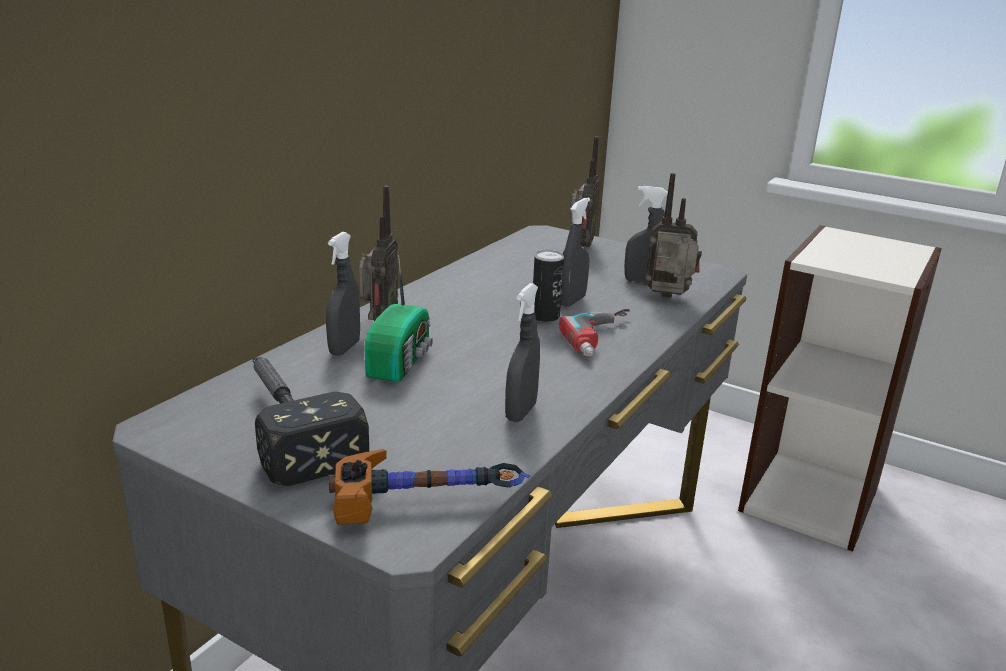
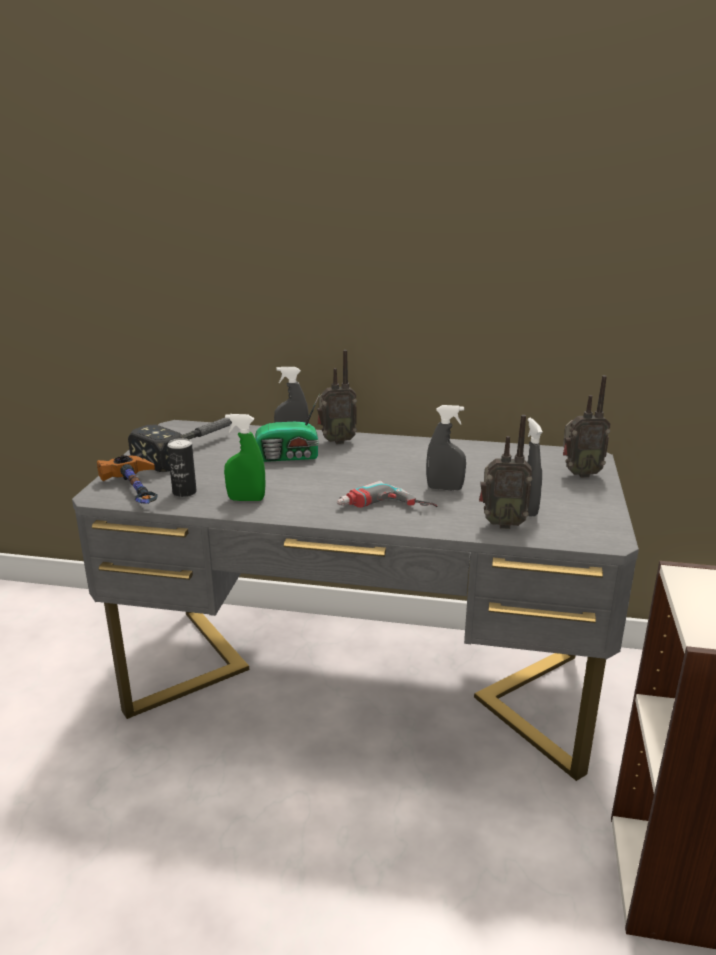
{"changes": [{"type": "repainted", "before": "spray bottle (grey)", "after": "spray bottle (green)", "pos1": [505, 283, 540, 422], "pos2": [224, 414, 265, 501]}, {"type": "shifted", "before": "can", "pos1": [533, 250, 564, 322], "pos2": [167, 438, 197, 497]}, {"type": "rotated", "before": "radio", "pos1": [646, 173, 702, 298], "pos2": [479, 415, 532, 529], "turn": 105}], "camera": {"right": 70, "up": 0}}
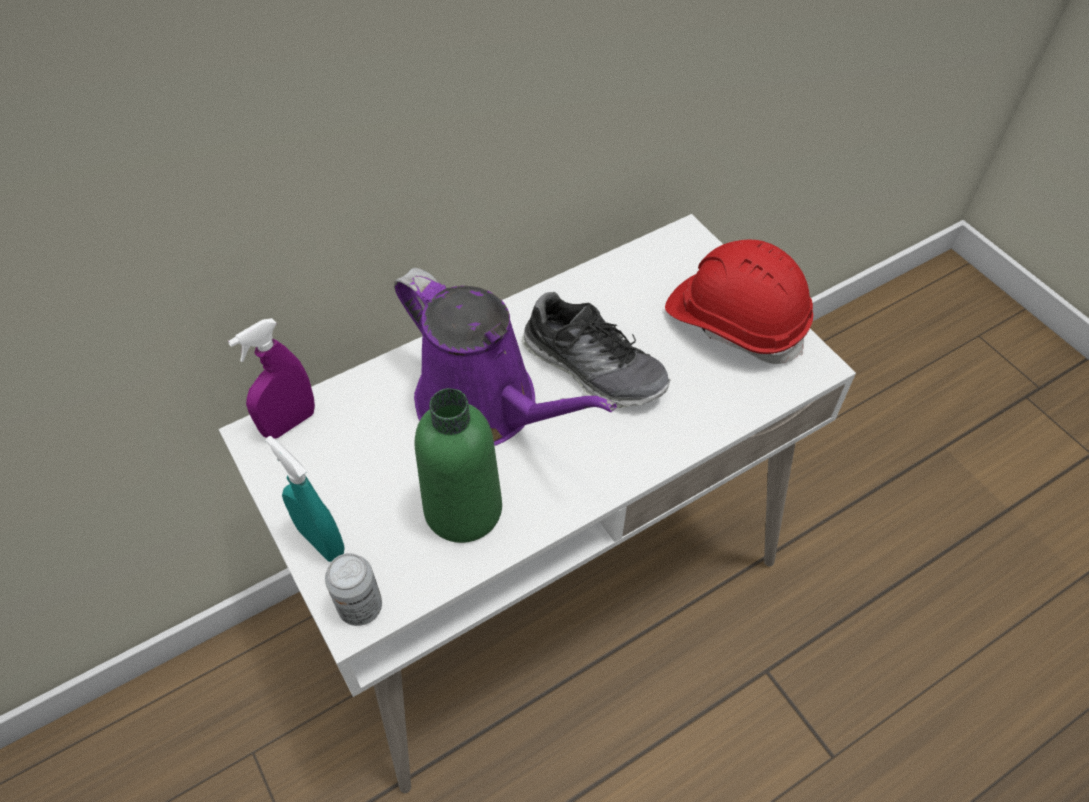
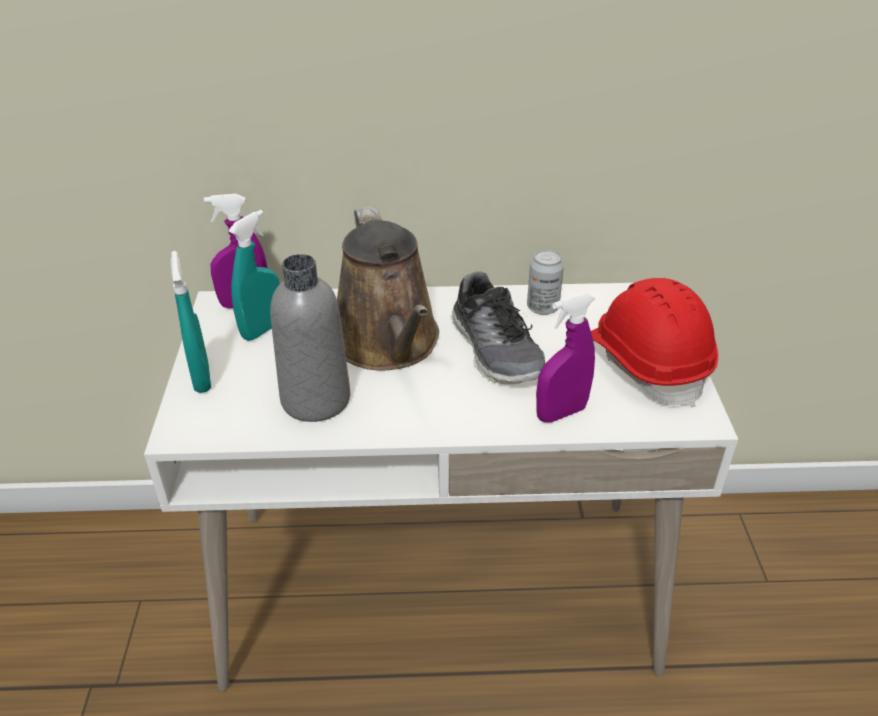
{"changes": [{"type": "shifted", "before": "can", "pos1": [325, 553, 382, 626], "pos2": [527, 250, 564, 315]}, {"type": "repainted", "before": "watering can (purple)", "after": "watering can (brown)", "pos1": [394, 268, 617, 446], "pos2": [337, 206, 439, 370]}, {"type": "repainted", "before": "bottle (green)", "after": "bottle (grey)", "pos1": [415, 388, 502, 543], "pos2": [270, 254, 350, 422]}, {"type": "new", "after": "spray bottle (turquoise)", "pos2": [228, 210, 280, 341]}, {"type": "new", "after": "spray bottle (purple)", "pos2": [536, 292, 595, 423]}], "camera": {"right": 30, "up": -15}}
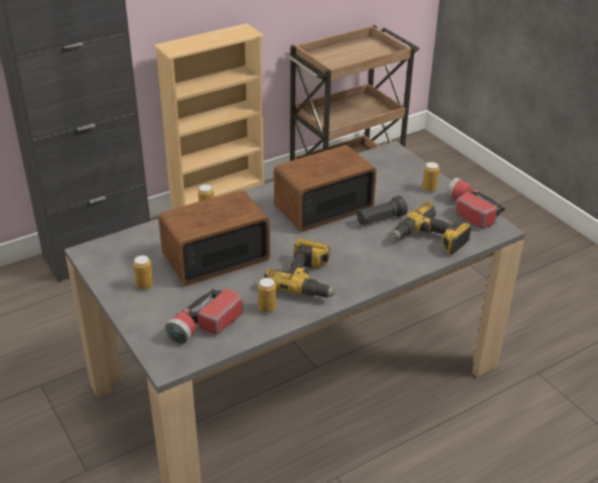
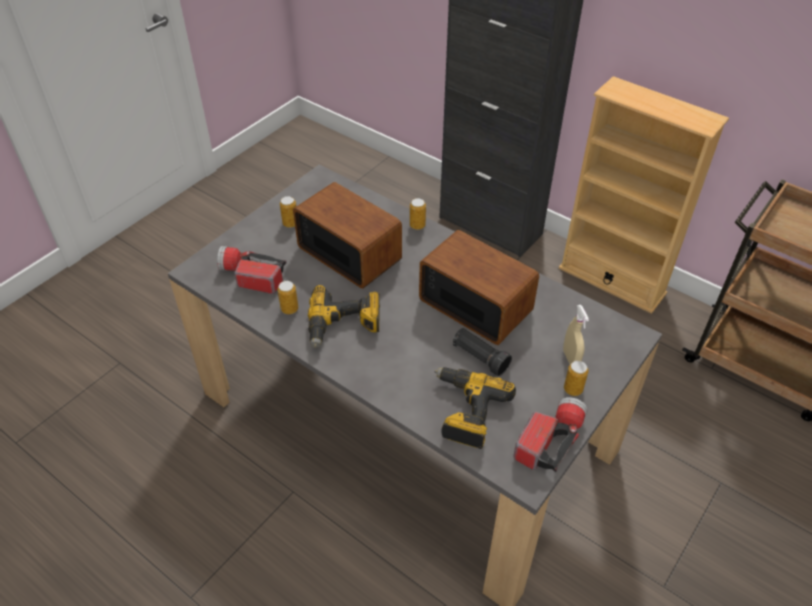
{"changes": [{"type": "new", "after": "spray bottle (beige)", "pos2": [563, 305, 589, 364]}], "camera": {"right": 70, "up": 10}}
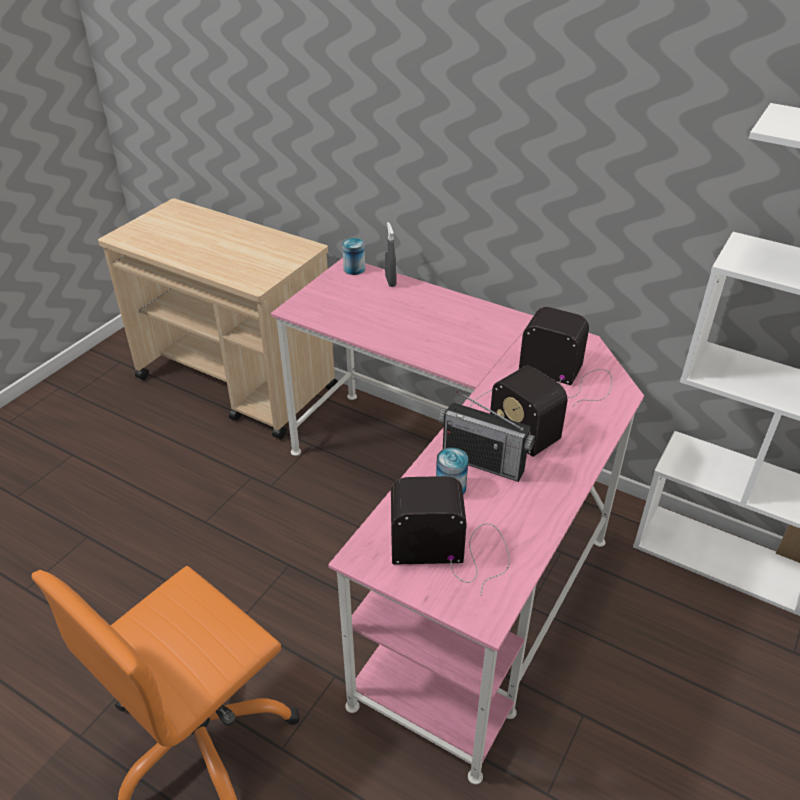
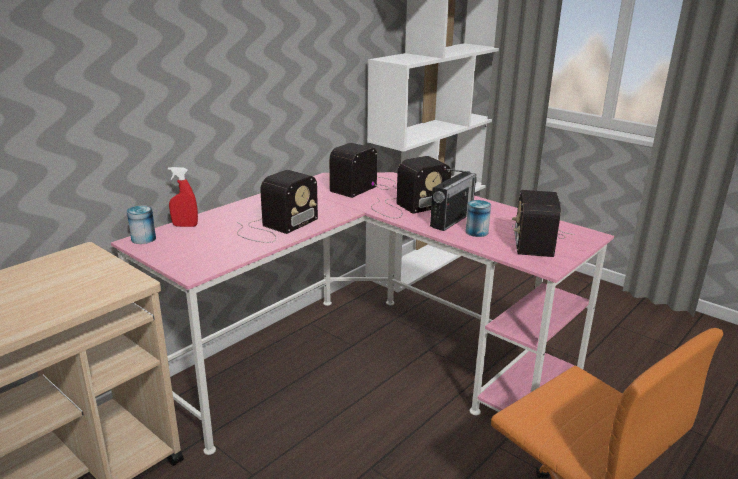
{"changes": [{"type": "repainted", "before": "spray bottle (grey)", "after": "spray bottle (red)", "pos1": [385, 222, 396, 287], "pos2": [168, 167, 198, 227]}, {"type": "new", "after": "radio", "pos2": [237, 170, 318, 243]}], "camera": {"right": -80, "up": -15}}
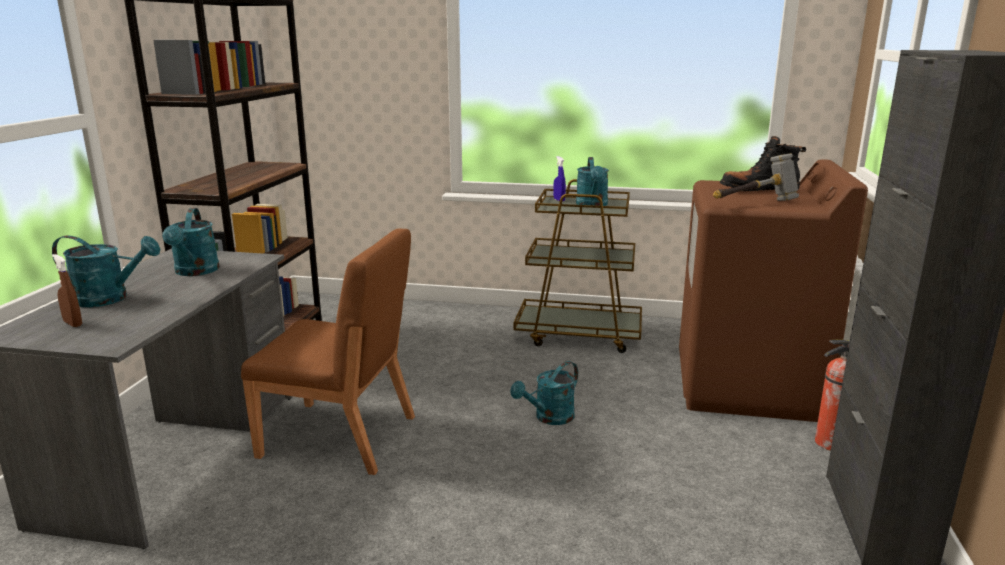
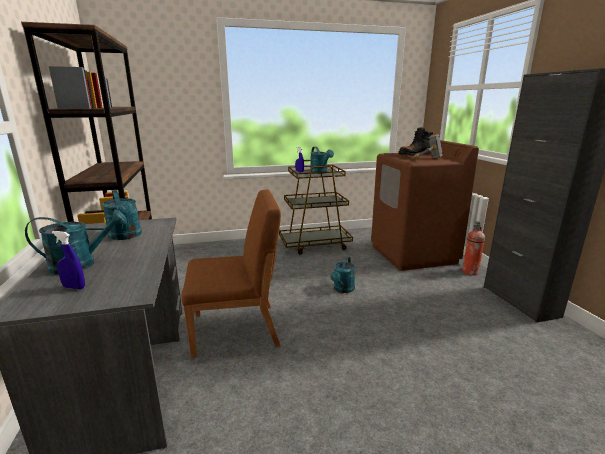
{"changes": [{"type": "repainted", "before": "spray bottle (brown)", "after": "spray bottle (blue)", "pos1": [52, 254, 82, 327], "pos2": [52, 231, 85, 290]}], "camera": {"right": -25, "up": 0}}
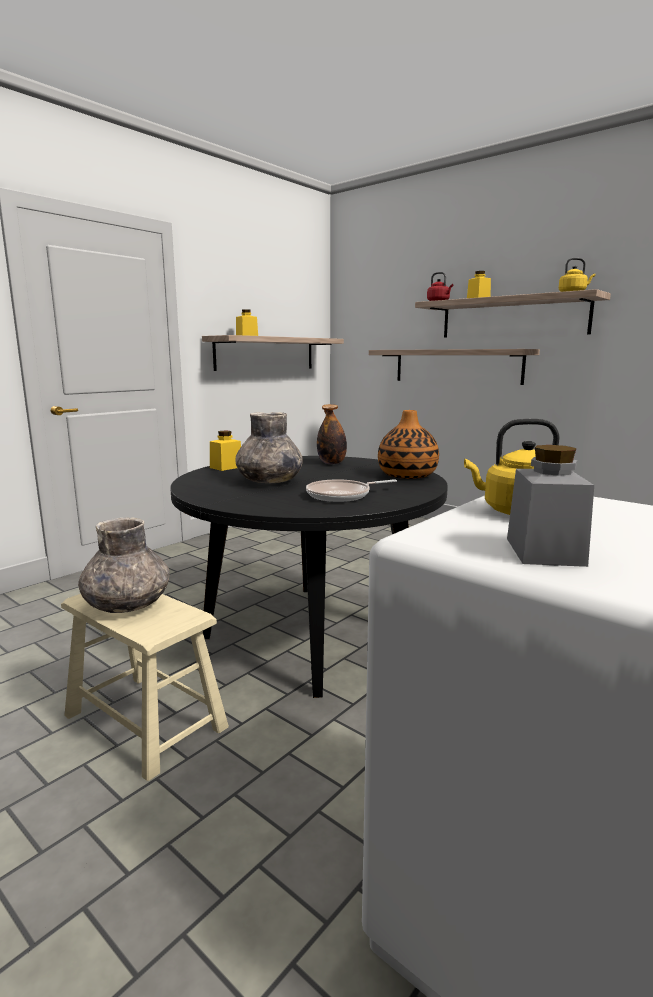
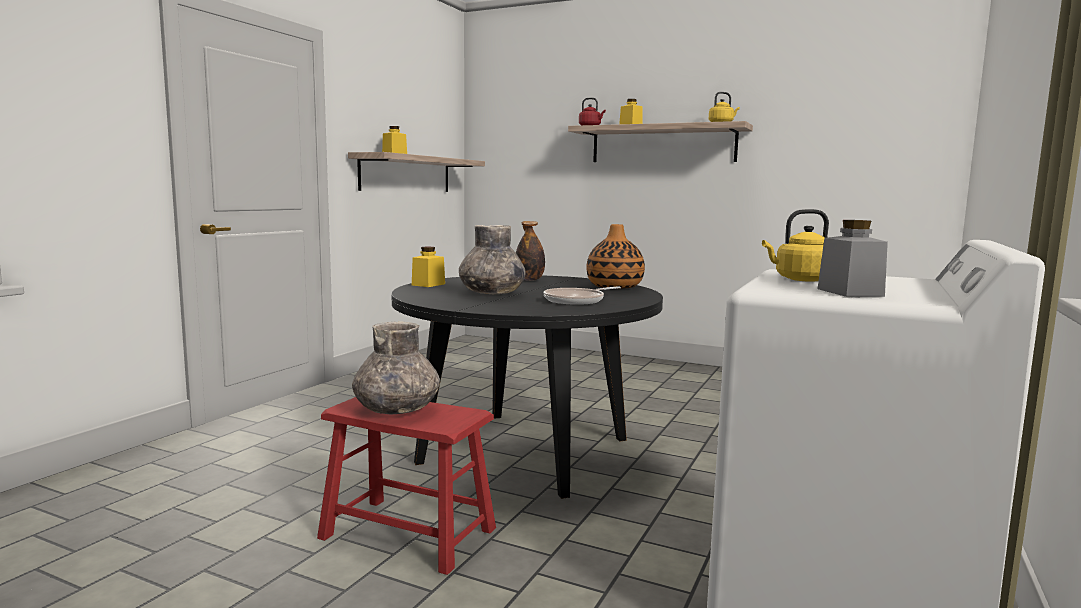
{"changes": [{"type": "repainted", "before": "stool (beige)", "after": "stool (red)", "pos1": [61, 594, 229, 781], "pos2": [317, 397, 496, 575]}, {"type": "gone", "before": "shelf", "pos1": [369, 349, 540, 385]}], "camera": {"right": -15, "up": -5}}
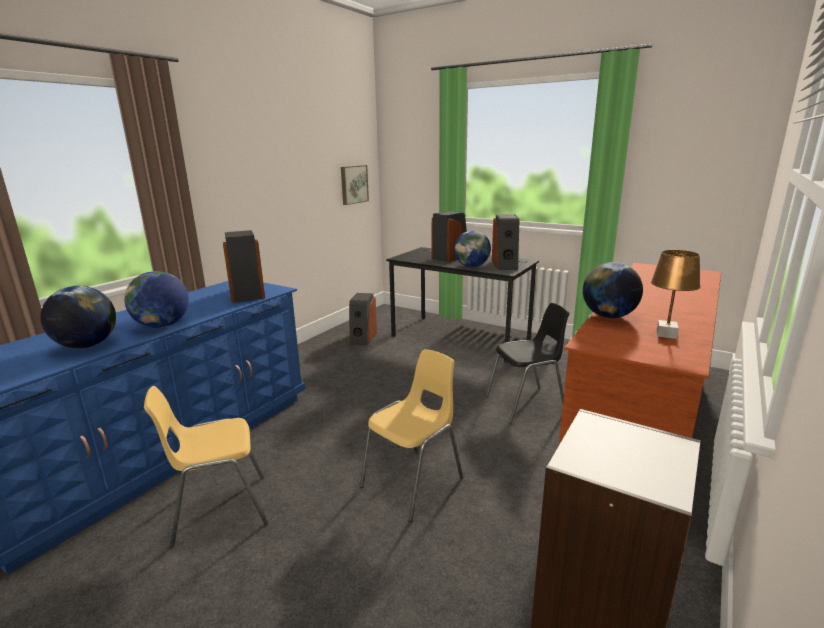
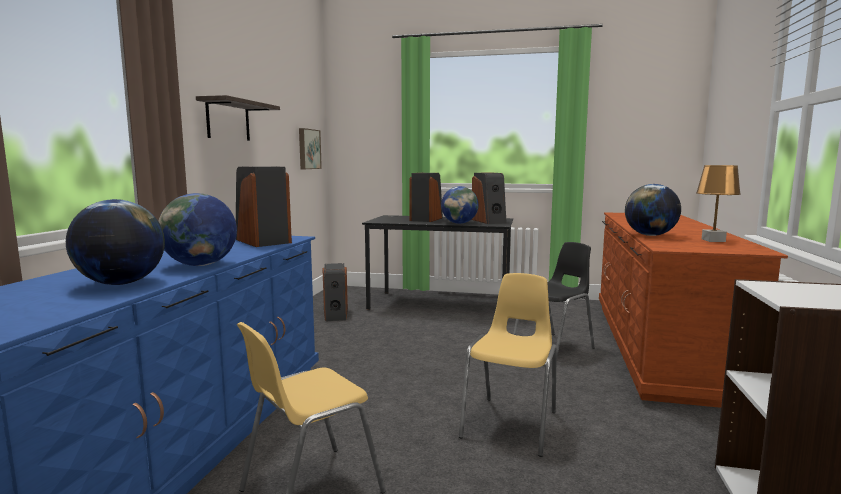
{"changes": [{"type": "new", "after": "shelf", "pos2": [196, 95, 280, 141]}], "camera": {"right": -20, "up": -10}}
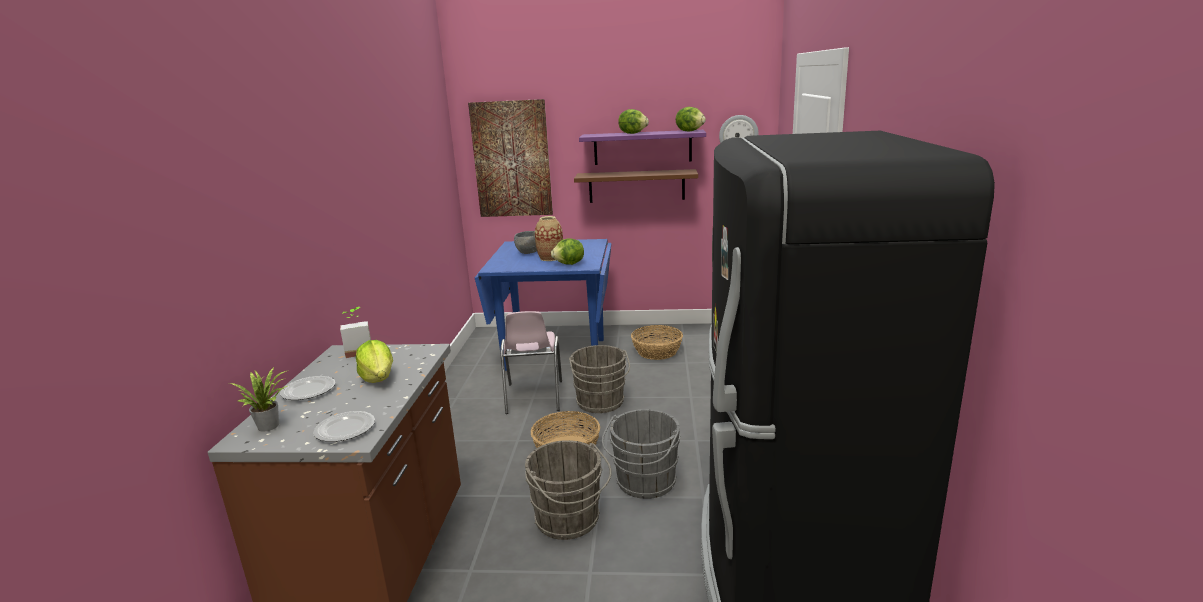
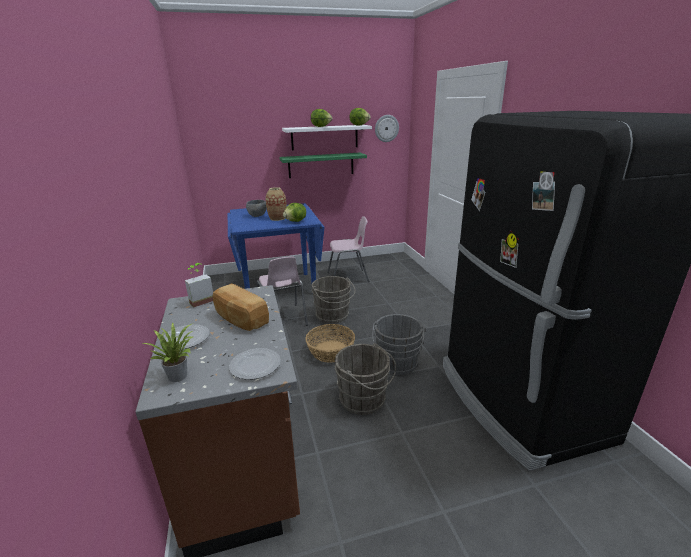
{"changes": [{"type": "swapped", "before": "lettuce", "after": "bread", "pos1": [356, 340, 393, 383], "pos2": [213, 283, 269, 331]}, {"type": "gone", "before": "picture", "pos1": [468, 99, 553, 217]}, {"type": "repainted", "before": "shelf (brown)", "after": "shelf (green)", "pos1": [574, 169, 698, 203], "pos2": [279, 153, 367, 178]}, {"type": "repainted", "before": "shelf (purple)", "after": "shelf (white)", "pos1": [579, 130, 706, 165], "pos2": [282, 125, 372, 151]}, {"type": "swapped", "before": "basket", "after": "chair (pink)", "pos1": [631, 325, 683, 360], "pos2": [327, 216, 369, 282]}], "camera": {"right": -20, "up": 5}}
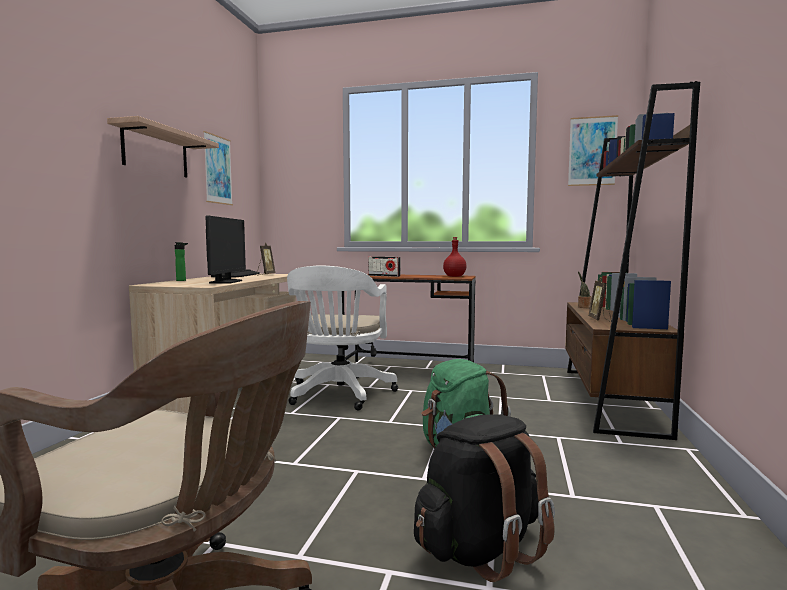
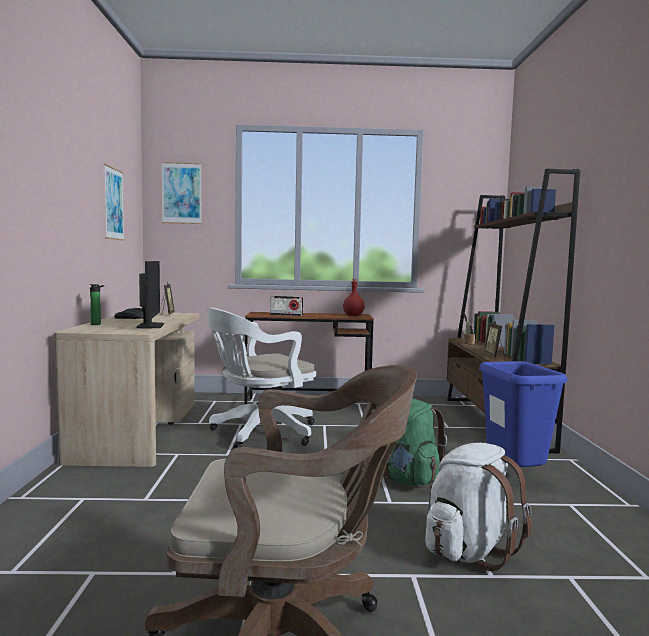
{"changes": [{"type": "gone", "before": "shelf", "pos1": [107, 116, 219, 178]}, {"type": "rotated", "before": "office chair (white)", "pos1": [287, 266, 398, 410], "pos2": [207, 308, 316, 449], "turn": 60}, {"type": "repainted", "before": "backpack (black)", "after": "backpack (white)", "pos1": [414, 414, 555, 582], "pos2": [425, 443, 532, 571]}, {"type": "shifted", "before": "picture", "pos1": [568, 115, 618, 186], "pos2": [161, 162, 202, 224]}, {"type": "new", "after": "trash can (blue)", "pos2": [479, 361, 567, 467]}], "camera": {"right": -15, "up": 0}}
